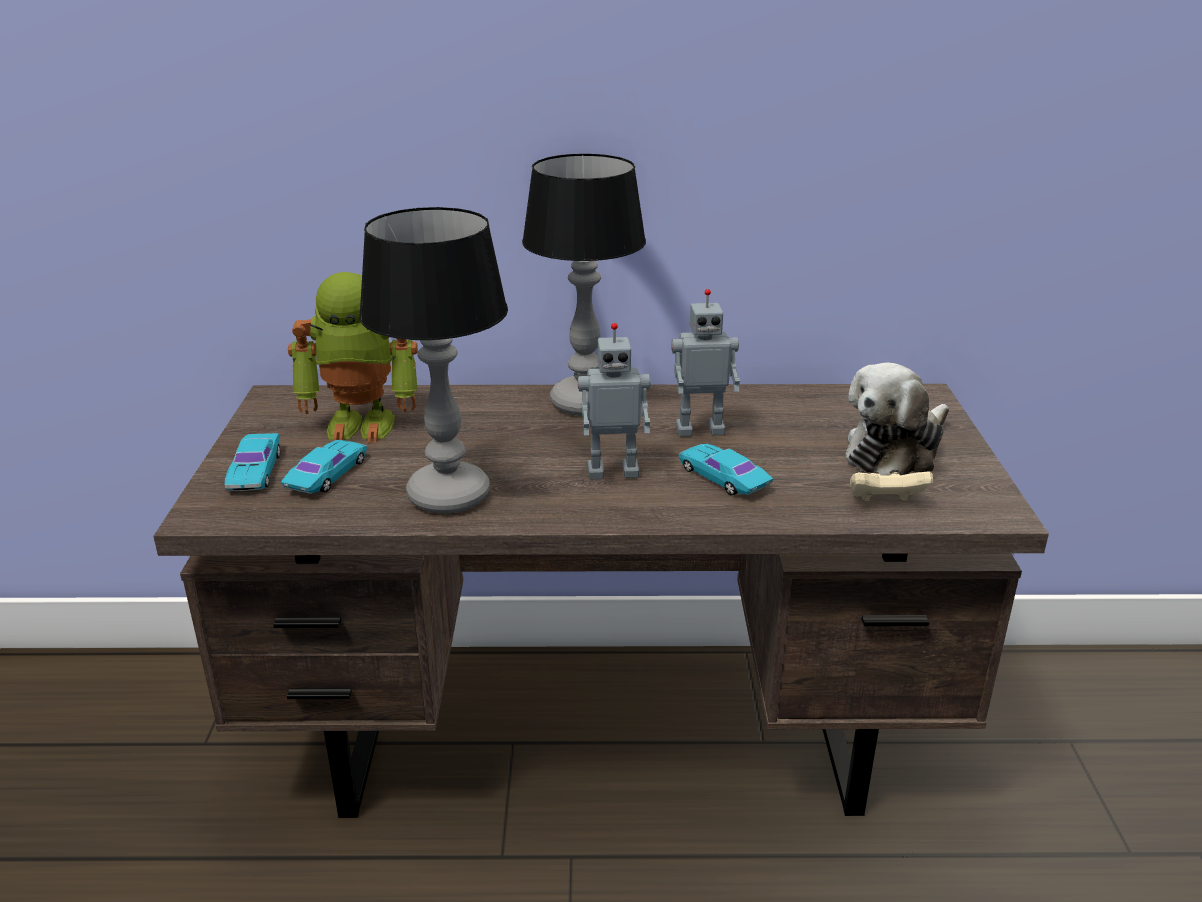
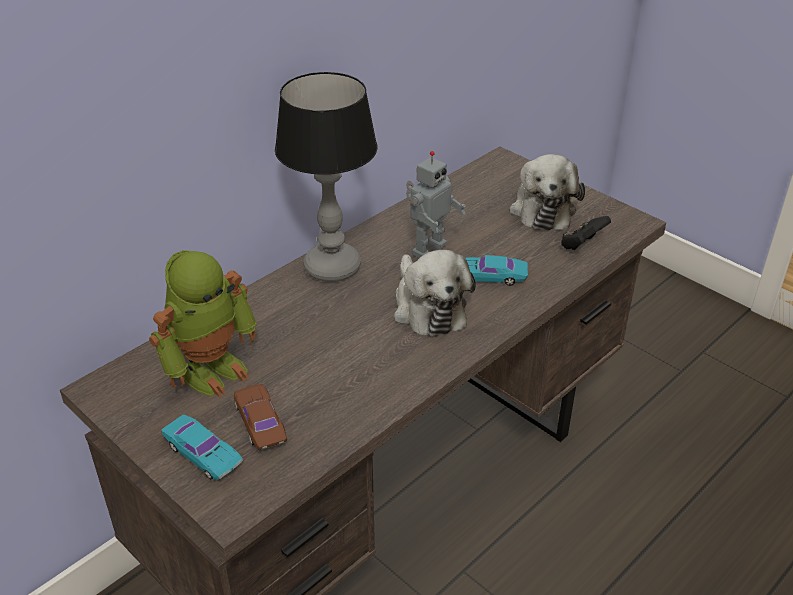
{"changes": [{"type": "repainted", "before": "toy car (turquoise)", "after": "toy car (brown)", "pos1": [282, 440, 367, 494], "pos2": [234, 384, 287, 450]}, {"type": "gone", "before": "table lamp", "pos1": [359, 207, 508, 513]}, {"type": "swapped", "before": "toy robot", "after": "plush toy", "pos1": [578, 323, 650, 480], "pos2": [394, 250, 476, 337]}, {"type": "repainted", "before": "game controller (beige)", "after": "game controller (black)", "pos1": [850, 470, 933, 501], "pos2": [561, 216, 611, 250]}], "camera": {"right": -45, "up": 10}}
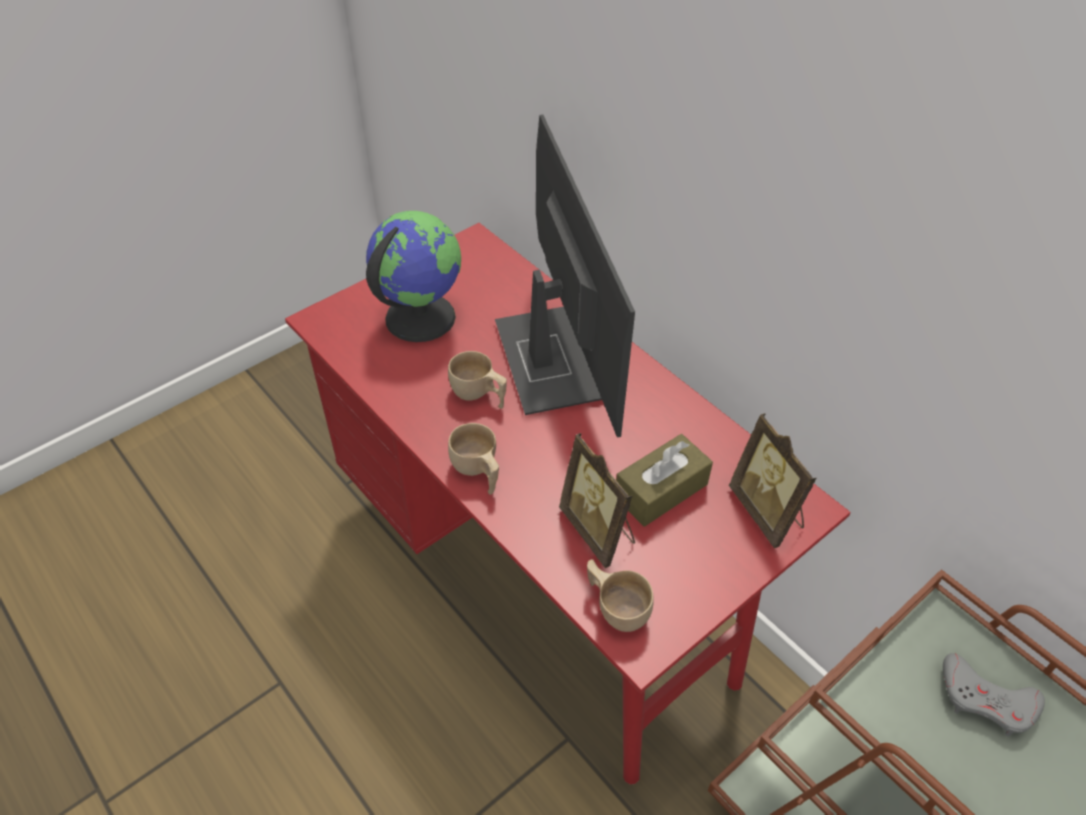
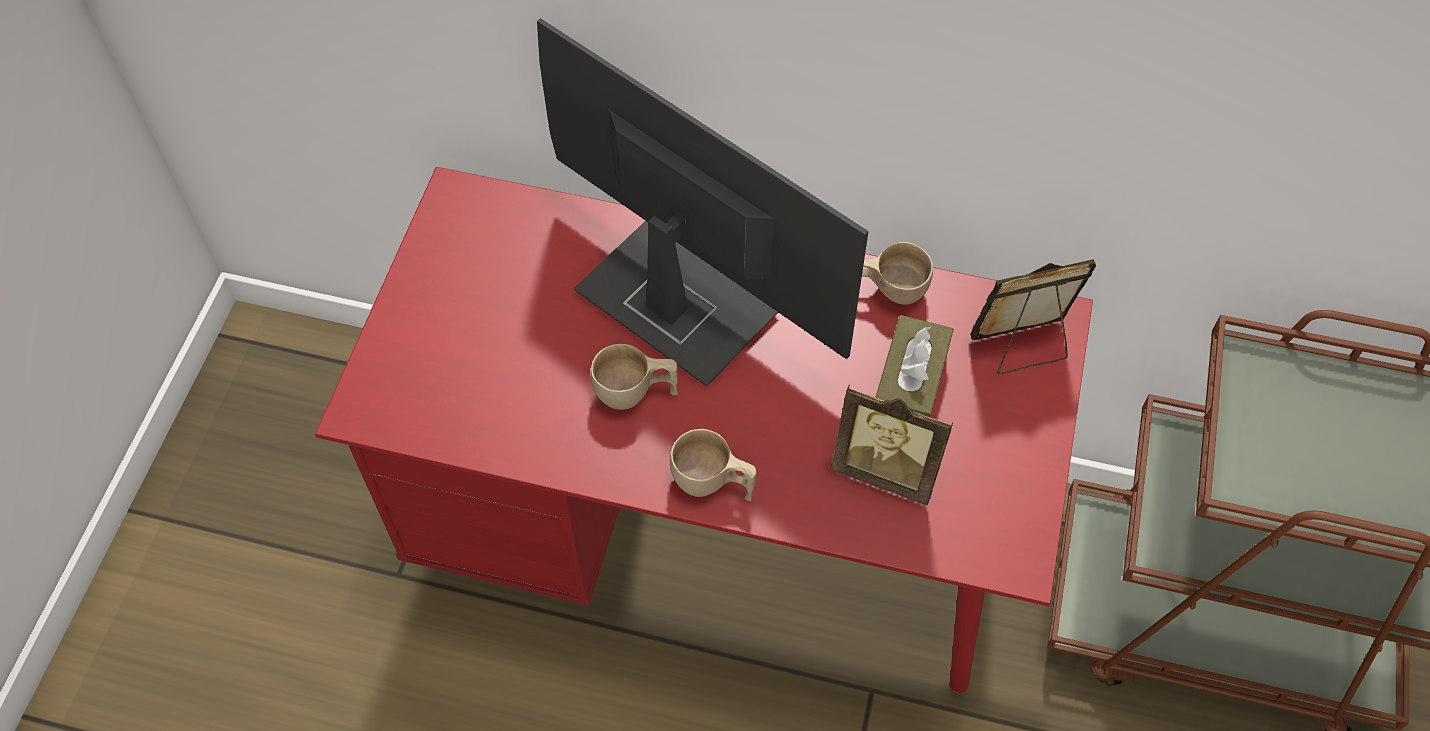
{"changes": [{"type": "gone", "before": "globe", "pos1": [365, 211, 461, 342]}, {"type": "shifted", "before": "cup (beige)", "pos1": [587, 559, 654, 632], "pos2": [862, 242, 933, 305]}, {"type": "rotated", "before": "picture frame", "pos1": [729, 413, 816, 548], "pos2": [970, 259, 1096, 374], "turn": 135}, {"type": "gone", "before": "game controller (grey)", "pos1": [943, 653, 1045, 737]}], "camera": {"right": -35, "up": 10}}
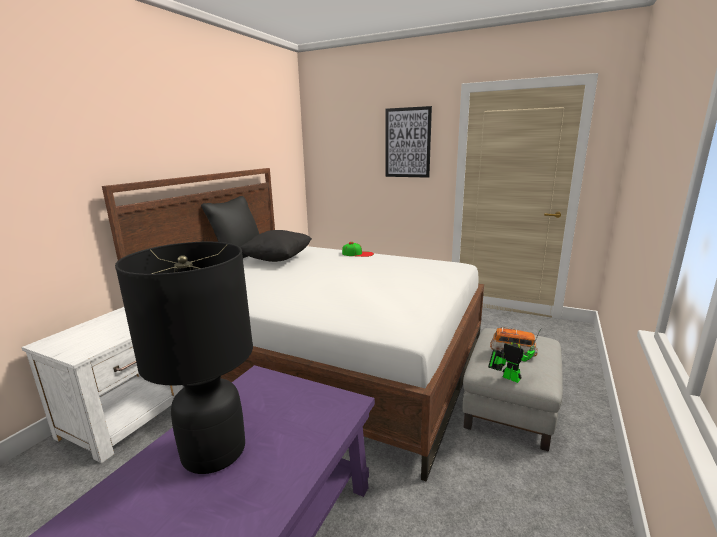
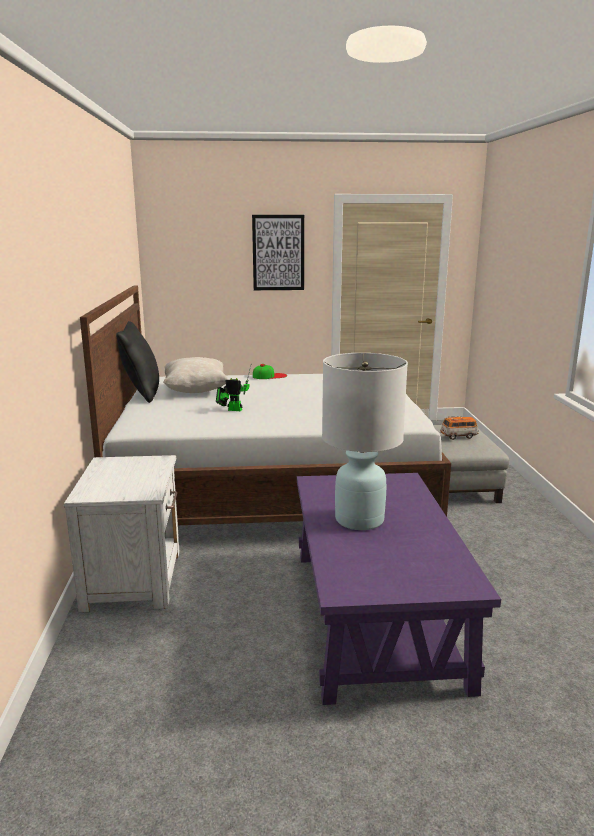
{"changes": [{"type": "repainted", "before": "table lamp (black)", "after": "table lamp (white)", "pos1": [115, 242, 253, 474], "pos2": [322, 353, 408, 530]}, {"type": "repainted", "before": "pillow (black)", "after": "pillow (beige)", "pos1": [240, 230, 312, 262], "pos2": [163, 357, 228, 393]}, {"type": "shifted", "before": "toy robot", "pos1": [488, 328, 541, 383], "pos2": [216, 365, 251, 411]}], "camera": {"right": -30, "up": 0}}
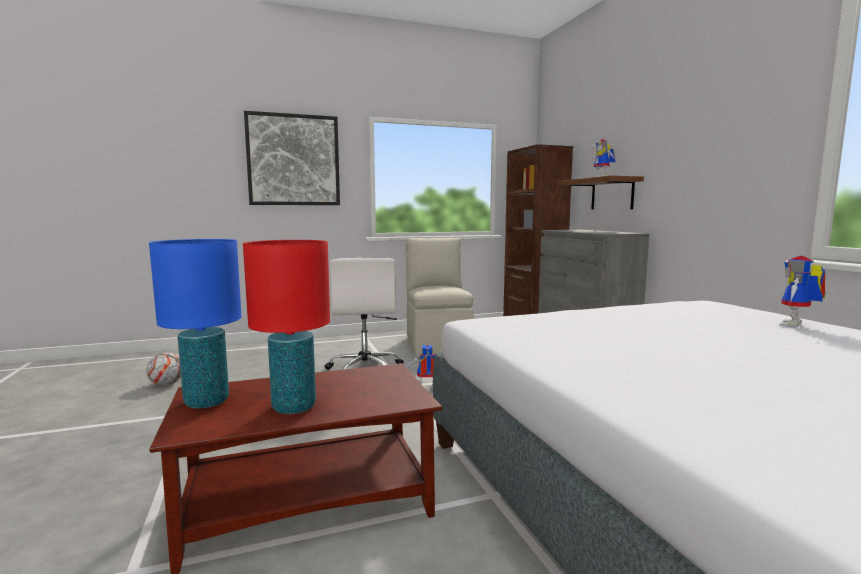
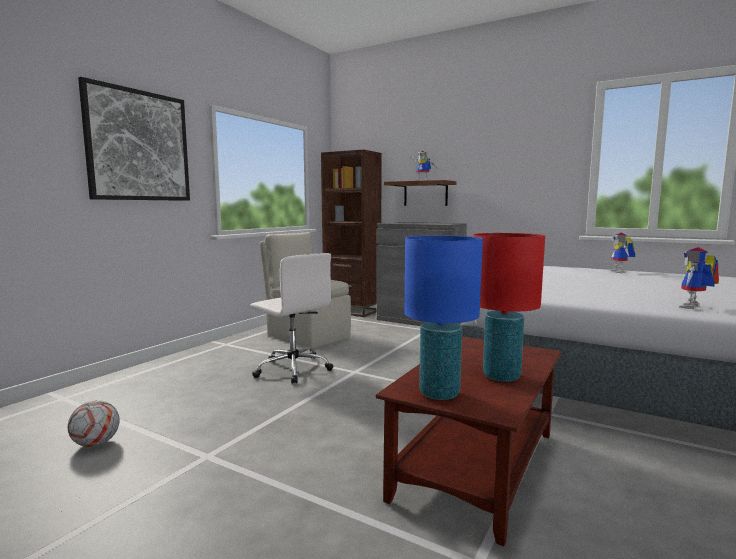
{"changes": [{"type": "shifted", "before": "toy robot", "pos1": [406, 344, 442, 389], "pos2": [679, 247, 719, 309]}], "camera": {"right": -40, "up": 0}}
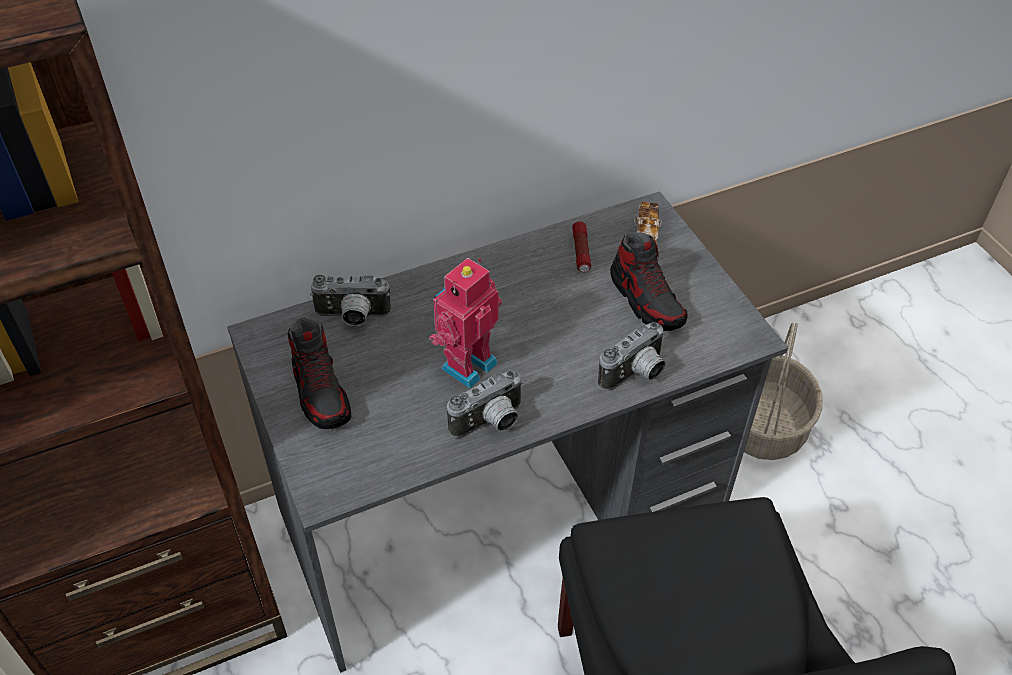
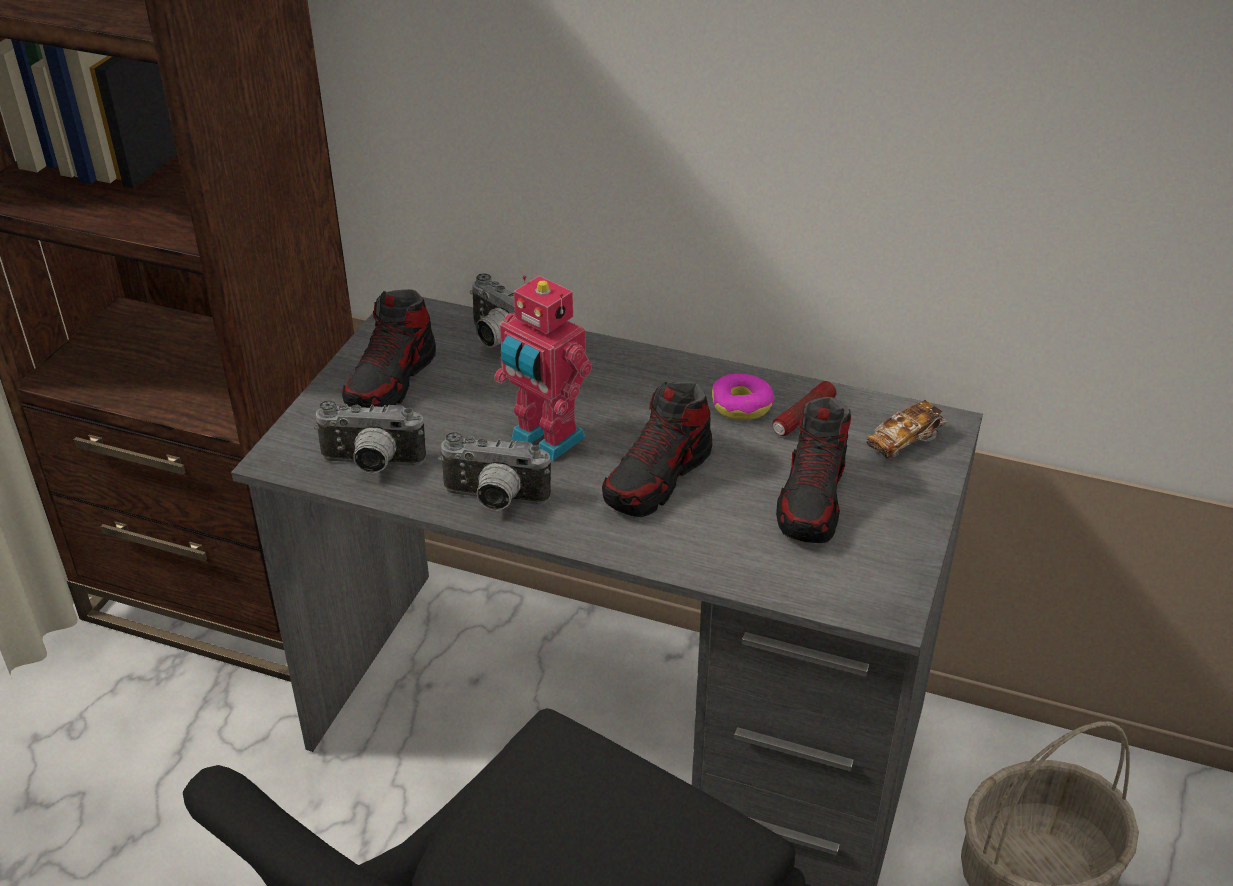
{"changes": [{"type": "rotated", "before": "toy robot", "pos1": [429, 258, 502, 388], "pos2": [494, 275, 592, 461], "turn": -135}, {"type": "shifted", "before": "photo camera", "pos1": [598, 322, 666, 391], "pos2": [314, 400, 426, 473]}, {"type": "new", "after": "shoe", "pos2": [602, 381, 712, 517]}, {"type": "new", "after": "donut", "pos2": [712, 373, 774, 420]}], "camera": {"right": 45, "up": -10}}
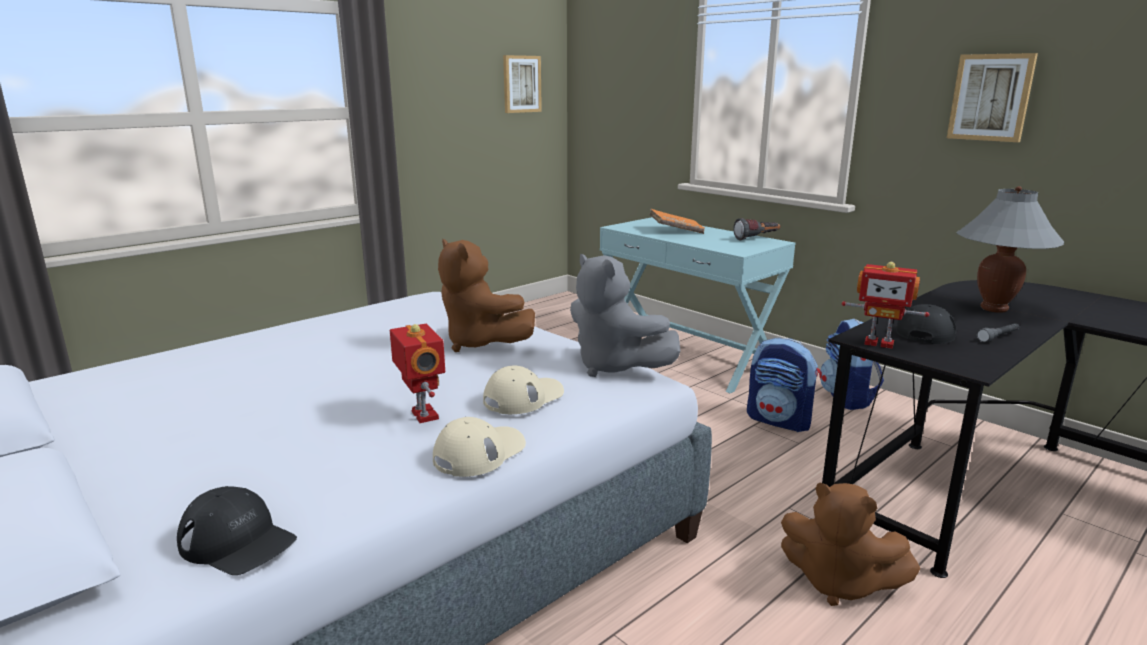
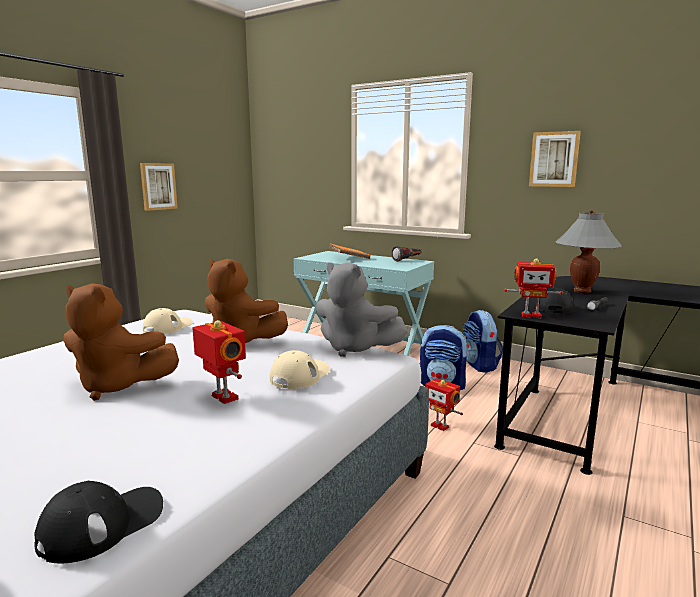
{"changes": [{"type": "rotated", "before": "cap (black)", "pos1": [177, 486, 297, 575], "pos2": [34, 481, 163, 563], "turn": -60}, {"type": "shifted", "before": "cap (beige)", "pos1": [433, 417, 526, 477], "pos2": [143, 308, 193, 334]}, {"type": "shifted", "before": "picture", "pos1": [503, 55, 542, 113], "pos2": [140, 163, 178, 211]}, {"type": "shifted", "before": "plush toy (brown)", "pos1": [781, 483, 920, 606], "pos2": [64, 284, 179, 401]}, {"type": "new", "after": "toy robot", "pos2": [425, 378, 463, 431]}], "camera": {"right": -15, "up": -5}}
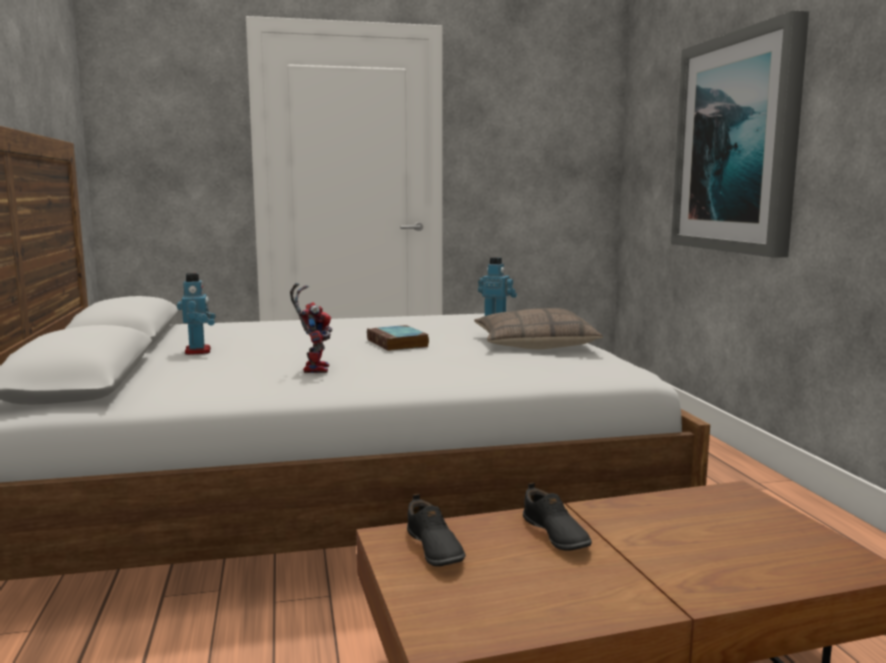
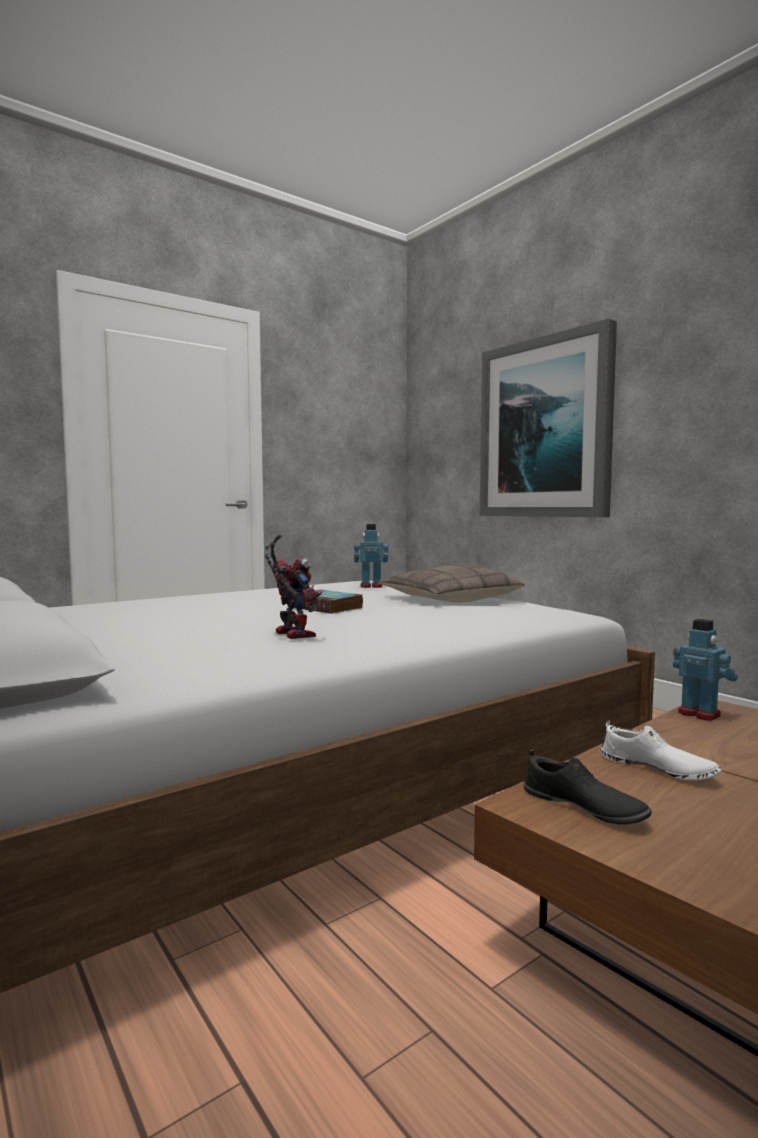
{"changes": [{"type": "shifted", "before": "toy robot", "pos1": [177, 273, 216, 355], "pos2": [673, 619, 738, 721]}, {"type": "repainted", "before": "shoe (black)", "after": "shoe (white)", "pos1": [523, 482, 592, 551], "pos2": [601, 720, 722, 781]}], "camera": {"right": -25, "up": -5}}
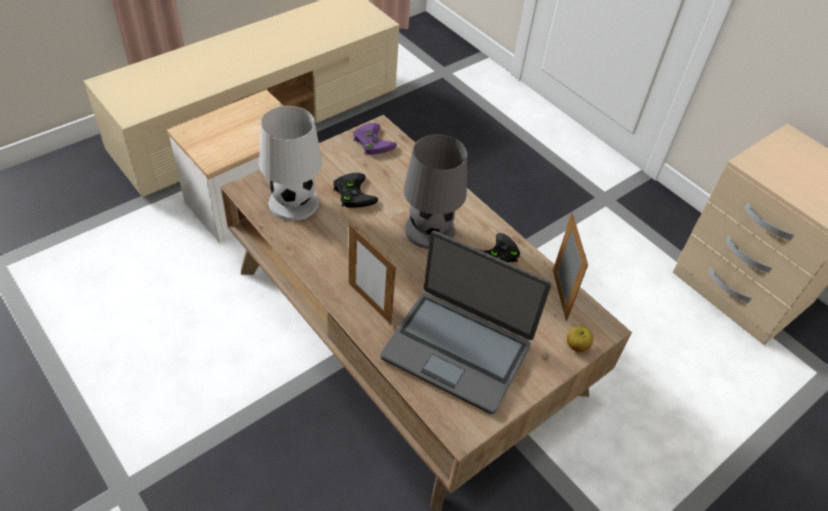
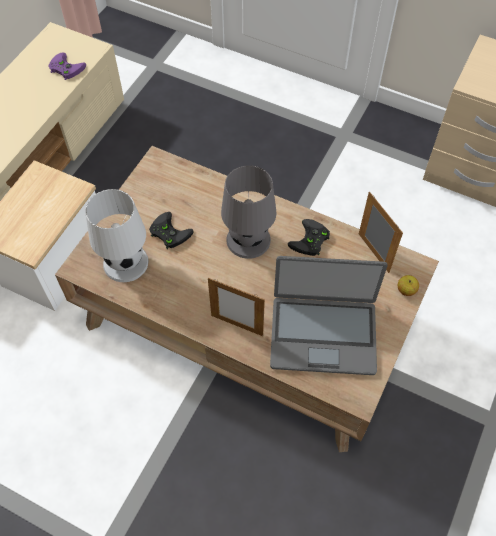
{"changes": [{"type": "shifted", "before": "game controller (purple)", "pos1": [353, 123, 397, 154], "pos2": [48, 53, 86, 80]}], "camera": {"right": -20, "up": 10}}
